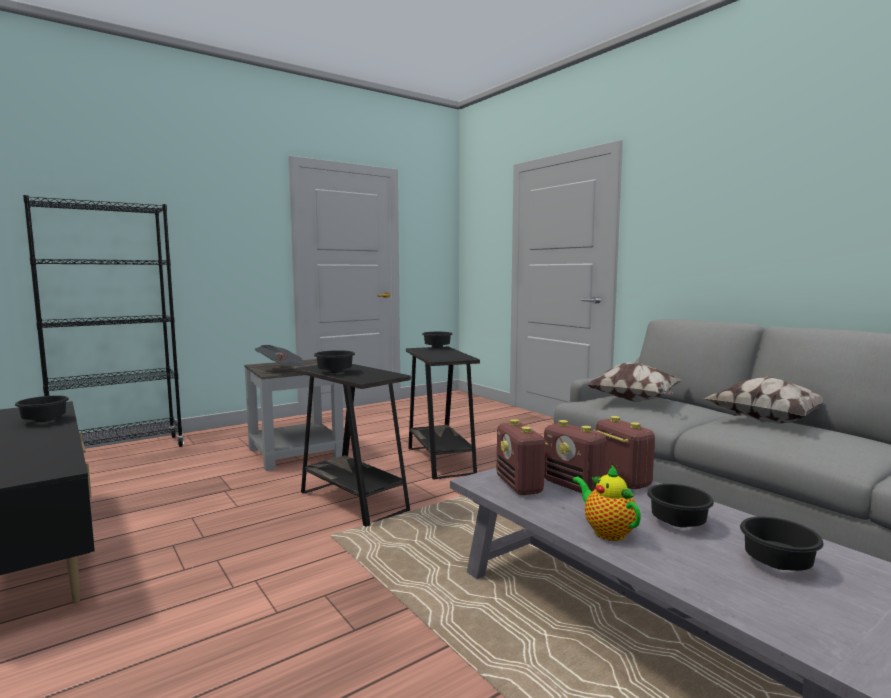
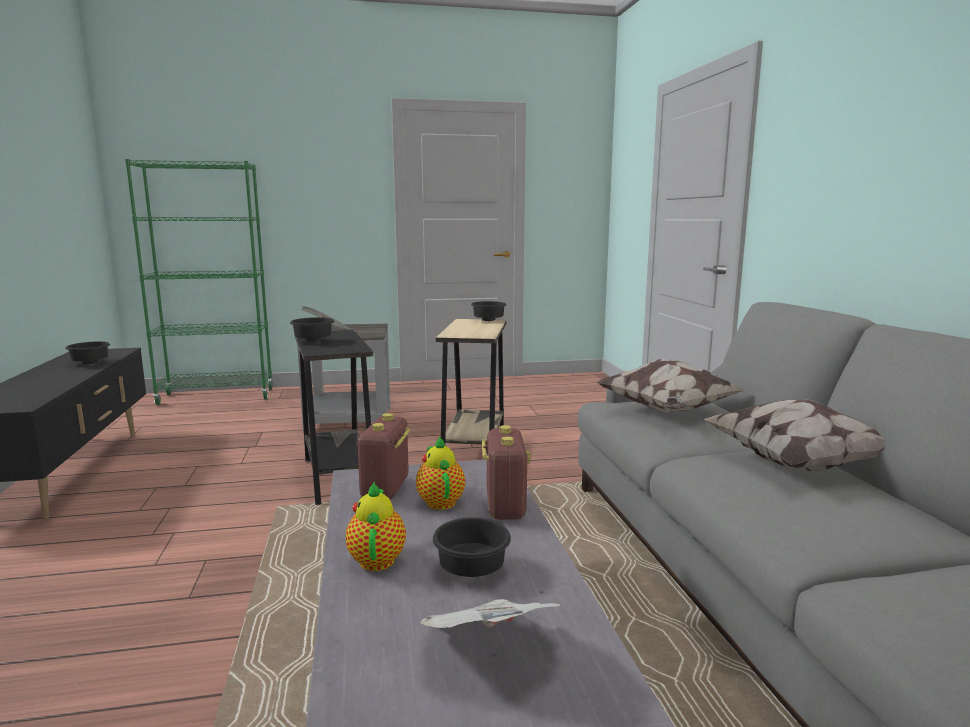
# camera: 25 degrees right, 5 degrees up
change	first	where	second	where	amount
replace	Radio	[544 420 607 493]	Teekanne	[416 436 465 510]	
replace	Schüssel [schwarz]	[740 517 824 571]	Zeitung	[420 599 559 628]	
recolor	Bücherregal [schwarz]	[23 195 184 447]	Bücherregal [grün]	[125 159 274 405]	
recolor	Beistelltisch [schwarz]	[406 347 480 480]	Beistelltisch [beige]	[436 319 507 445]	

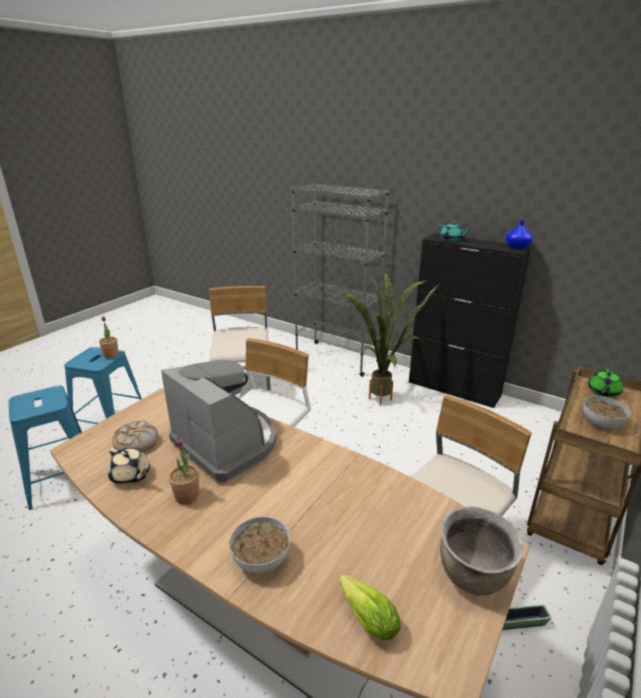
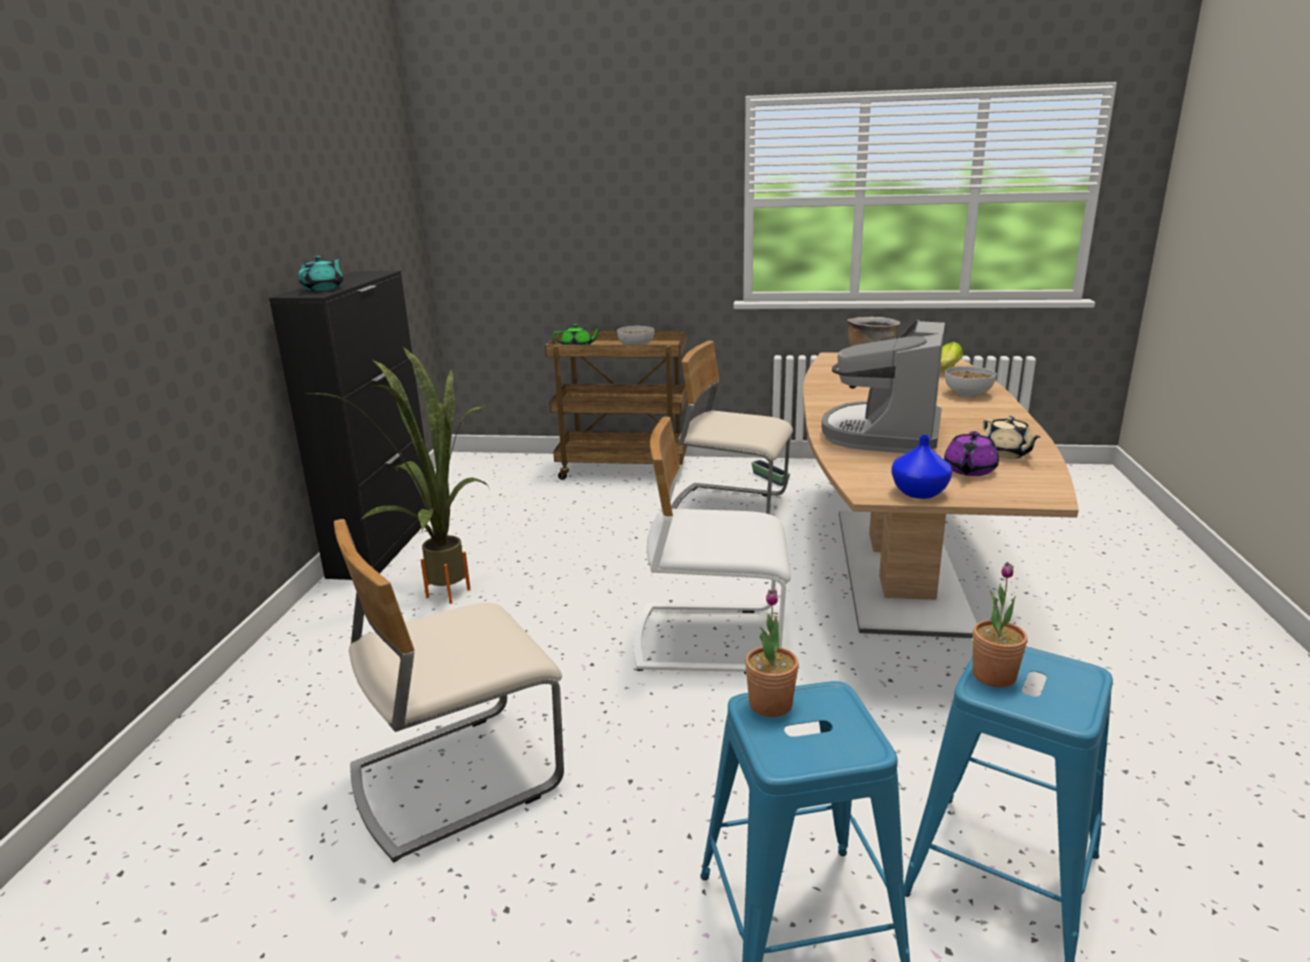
# camera: 115 degrees left, 5 degrees down
change	first	where	second	where	amount
delete	Bücherregal [grau]	[291 182 389 377]			
move	Topfpflanze	[169 437 199 505]		[972 562 1028 687]	
move	Vase [blau]	[506 220 533 249]		[891 435 952 499]	
replace	Brot	[112 420 158 452]	Teekanne [lila]	[944 431 999 476]	
rotate	Teekanne [beige]	[107 447 150 485]		[982 416 1040 459]	150 degrees clockwise

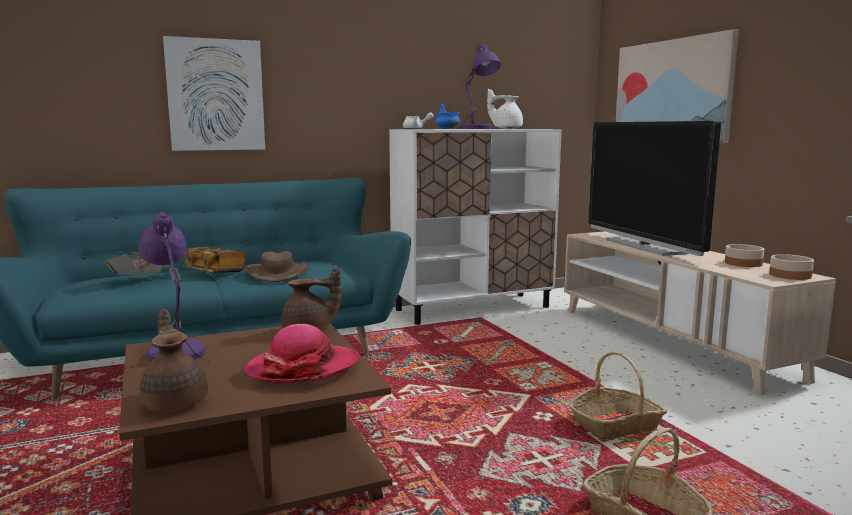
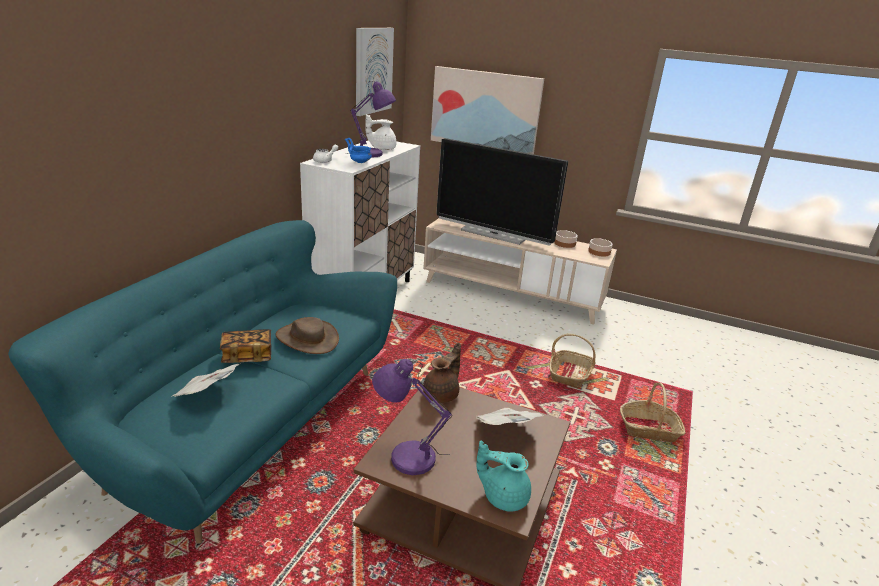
# camera: 45 degrees left, 15 degrees up
change	first	where	second	where	amount
move	Bild	[163 36 265 151]		[356 28 394 116]	
replace	Hut	[244 324 360 384]	Zeitung	[476 408 543 425]	
recolor	Teekanne [braun]	[140 309 208 411]	Teekanne [türkis]	[477 440 531 512]	

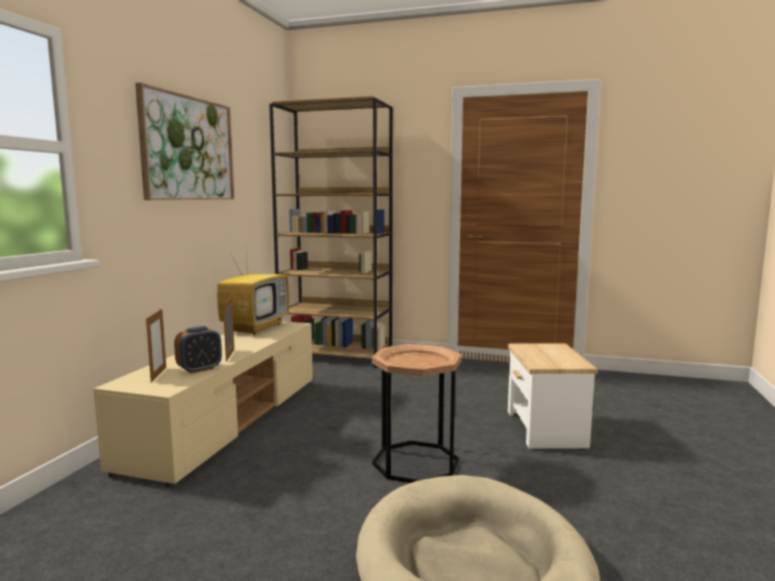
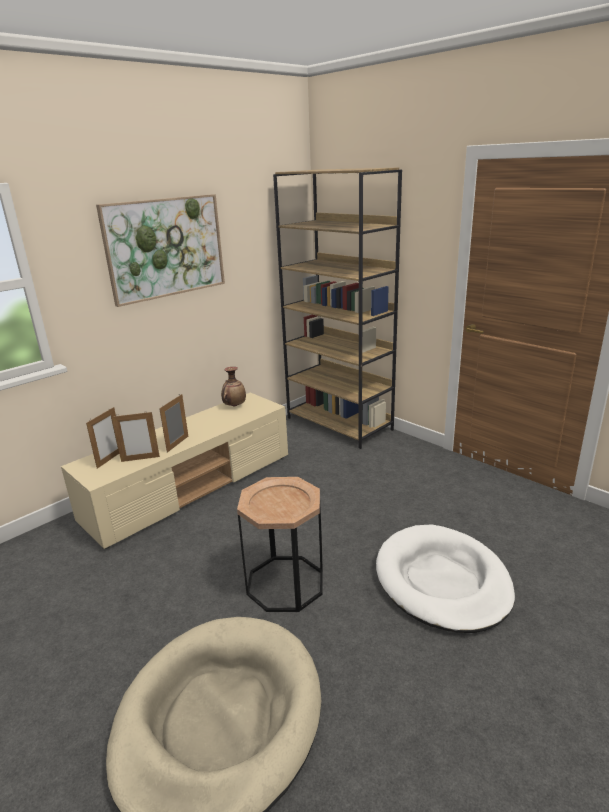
# camera: 30 degrees right, 15 degrees up
change	first	where	second	where	amount
replace	Wecker	[174 326 222 374]	Bilderrahmen	[112 412 160 462]	
replace	Fernseher	[217 252 289 335]	Vase	[221 367 246 407]	
replace	Beistelltisch	[508 343 598 449]	Hundebett [weiß]	[376 524 515 633]	

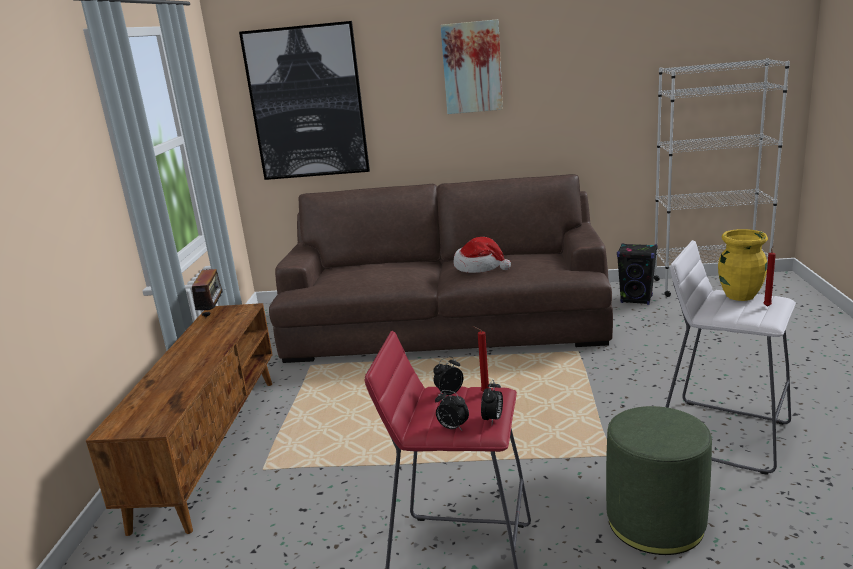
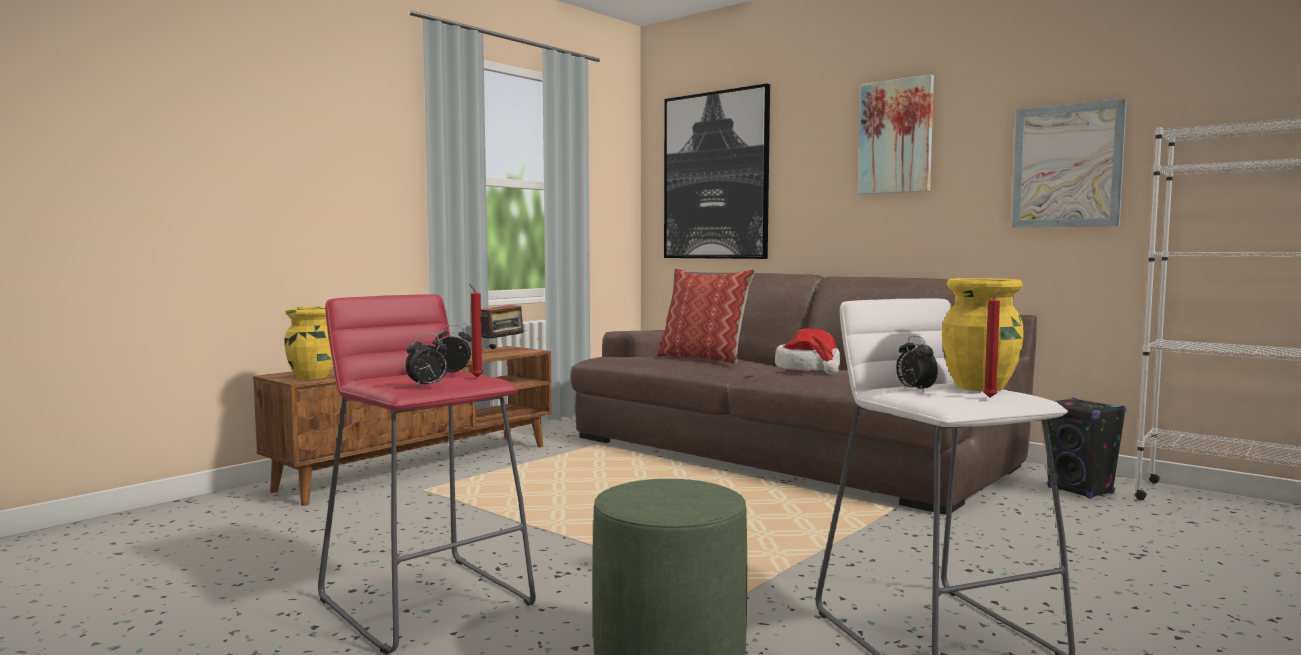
# camera: 35 degrees right, 15 degrees down
change	first	where	second	where	amount
insert			Vase [gelb]	[284 307 333 380]	
insert			Kissen	[657 269 756 364]	
insert			Bild	[1012 99 1127 228]	
move	Wecker	[435 390 469 431]		[896 336 938 393]	

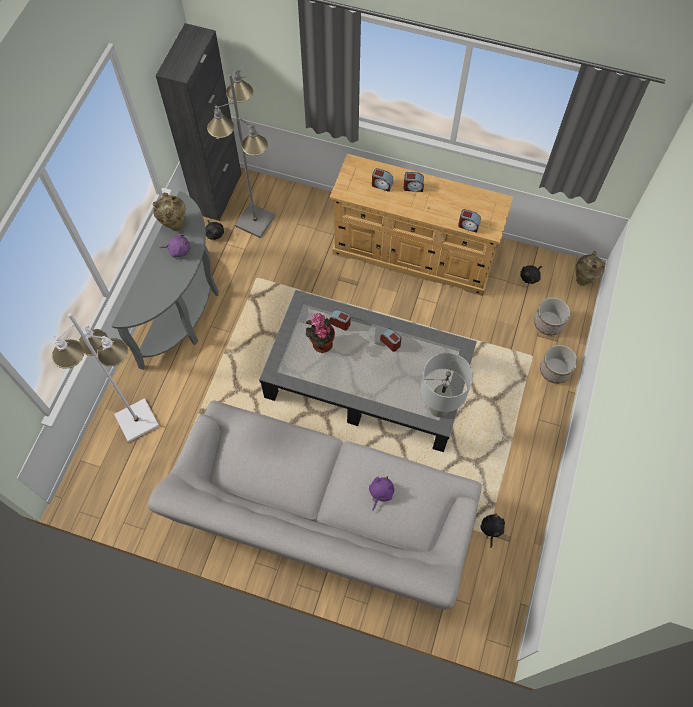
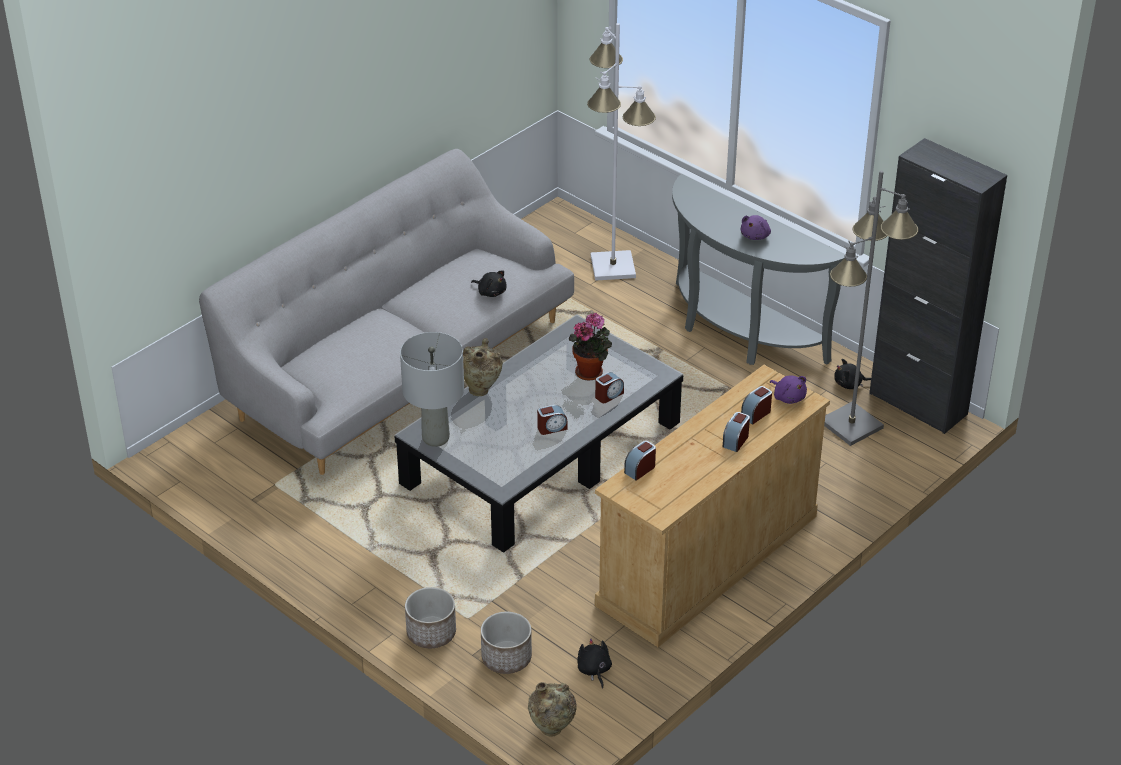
# camera: 115 degrees right, 25 degrees down
change	first	where	second	where	amount
move	Vase [beige]	[153 192 186 231]		[463 338 503 396]	
move	Plüschtier [lila]	[369 476 394 511]		[770 375 807 404]	
move	Plüschtier [schwarz]	[480 513 505 548]		[471 271 507 297]	

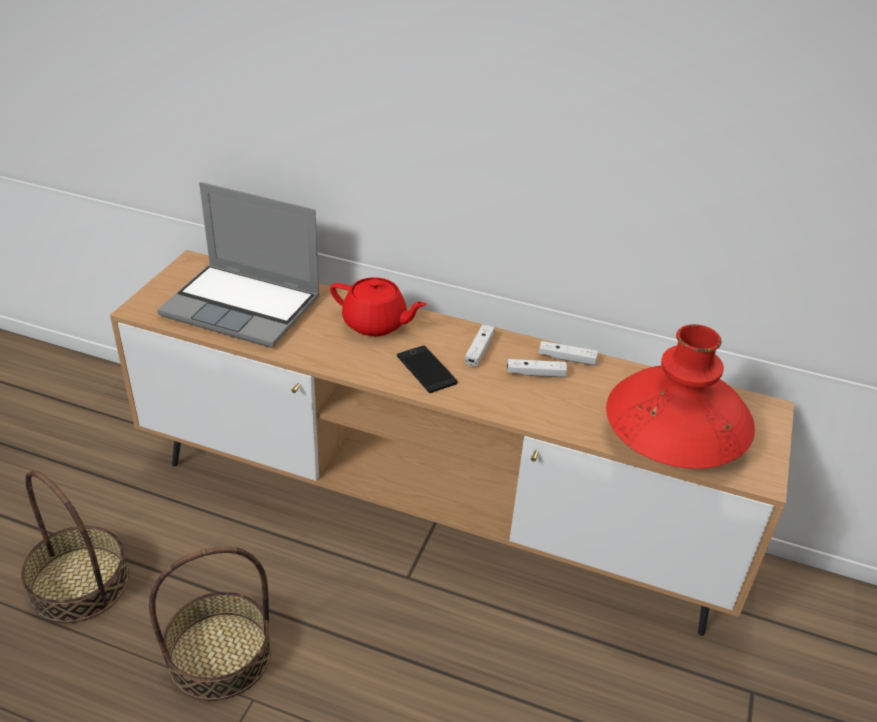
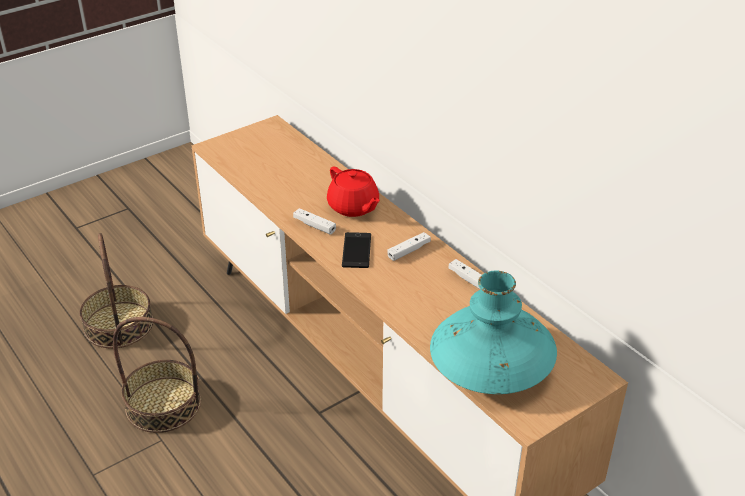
# camera: 35 degrees right, 0 degrees up
change	first	where	second	where	amount
delete	Laptop	[157 182 320 348]			
move	Gamepad [weiß]	[507 359 567 378]		[293 208 336 235]	
recolor	Vase [rot]	[606 324 755 469]	Vase [türkis]	[430 271 557 394]	

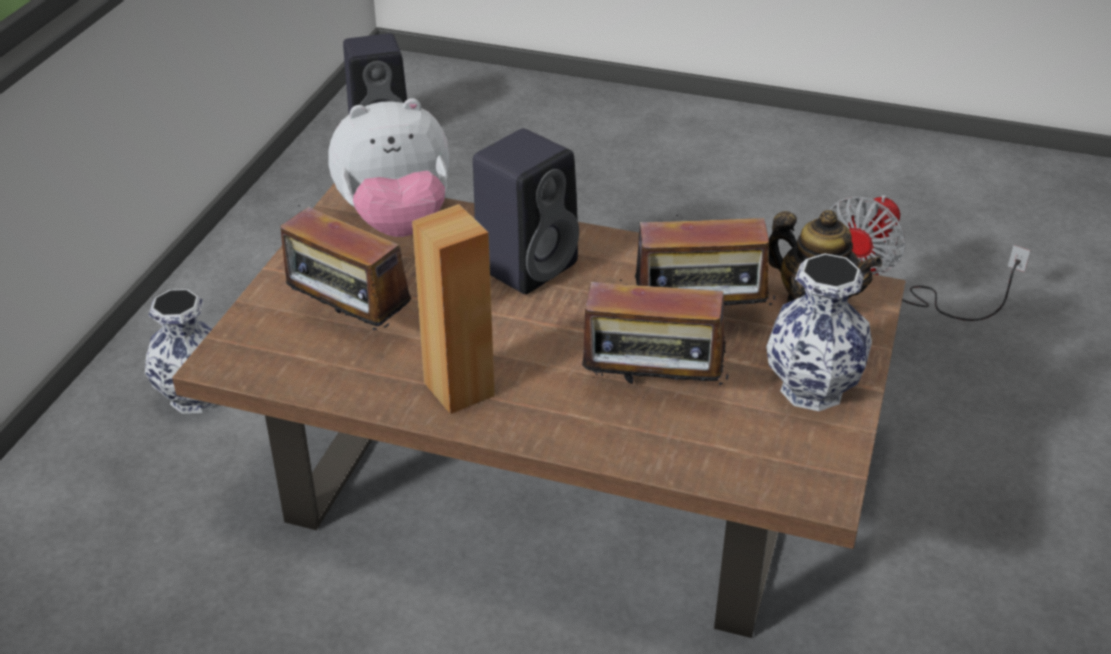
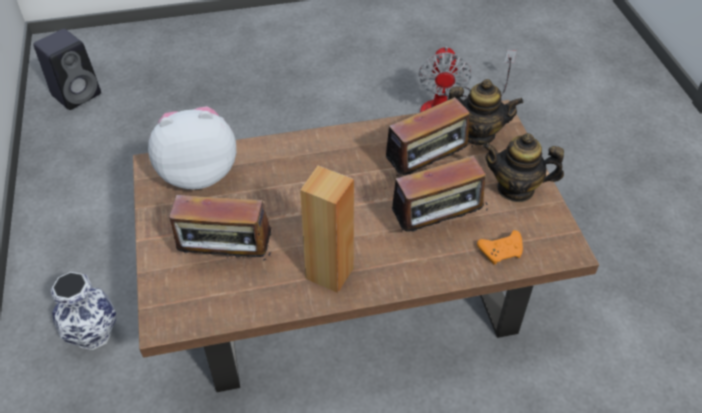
# camera: 30 degrees left, 10 degrees up
change	first	where	second	where	amount
delete	Lautsprecher [schwarz]	[473 128 579 294]			
insert			Gamepad [orange]	[477 230 523 265]	
replace	Vase	[766 253 872 411]	Teekanne	[483 133 564 202]	
rotate	Plüschtier	[328 98 449 237]		[148 106 236 189]	150 degrees counterclockwise

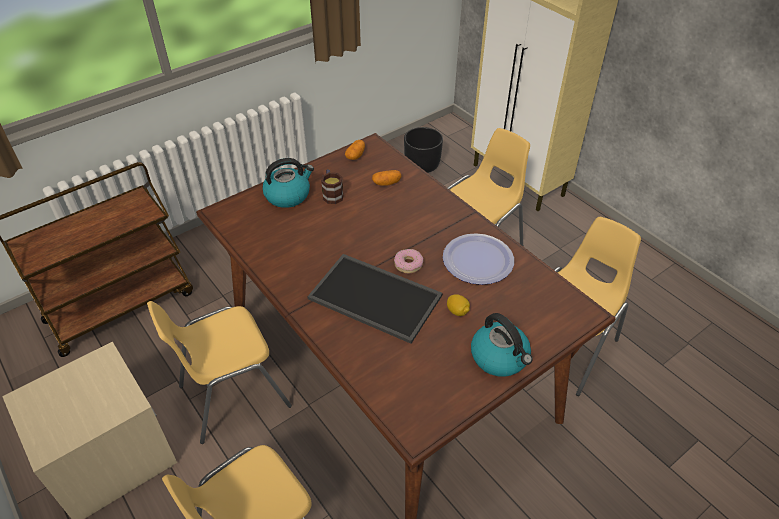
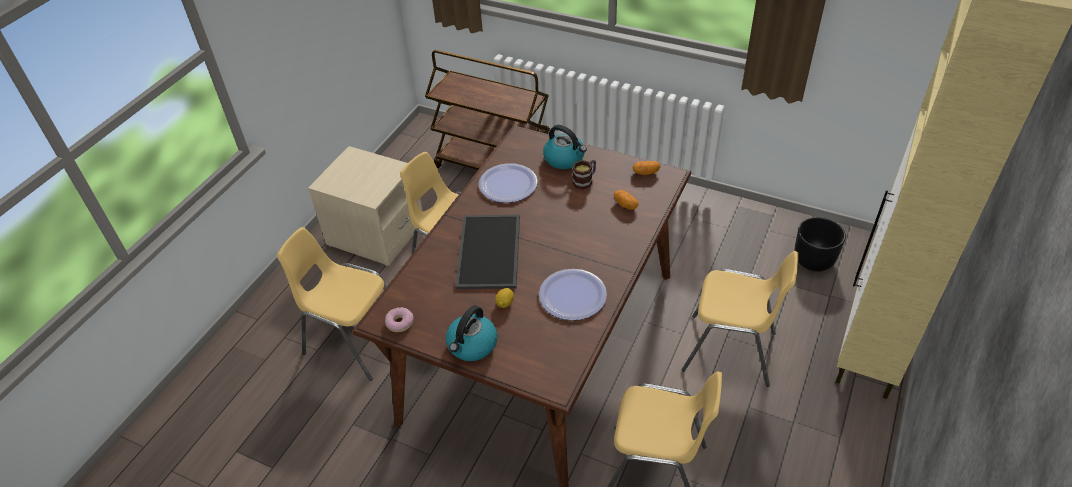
# camera: 65 degrees right, 0 degrees up
change	first	where	second	where	amount
insert			Teller	[479 163 538 203]	
move	Donut	[394 249 423 274]		[385 307 413 332]	

